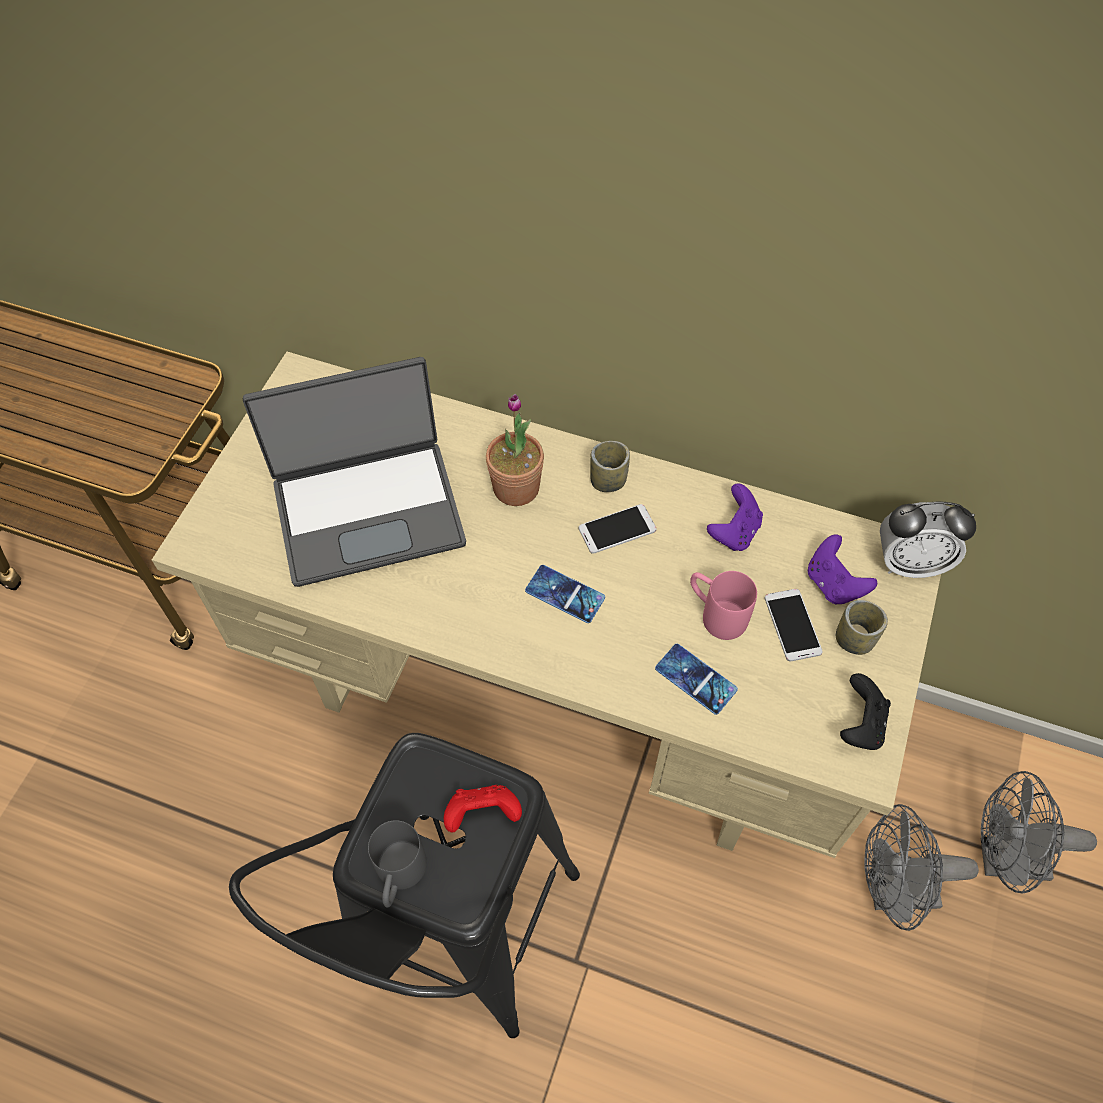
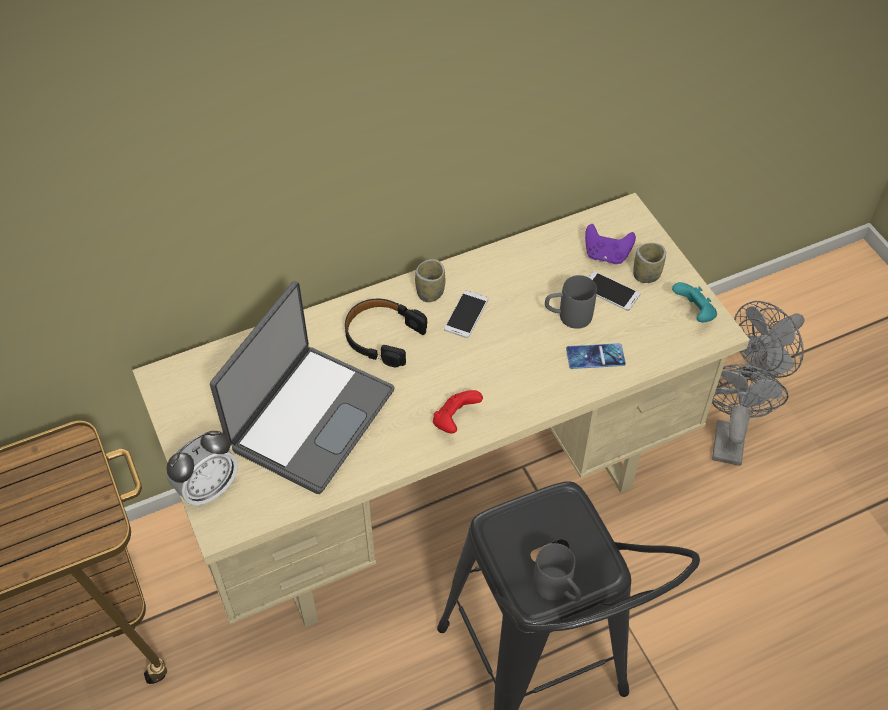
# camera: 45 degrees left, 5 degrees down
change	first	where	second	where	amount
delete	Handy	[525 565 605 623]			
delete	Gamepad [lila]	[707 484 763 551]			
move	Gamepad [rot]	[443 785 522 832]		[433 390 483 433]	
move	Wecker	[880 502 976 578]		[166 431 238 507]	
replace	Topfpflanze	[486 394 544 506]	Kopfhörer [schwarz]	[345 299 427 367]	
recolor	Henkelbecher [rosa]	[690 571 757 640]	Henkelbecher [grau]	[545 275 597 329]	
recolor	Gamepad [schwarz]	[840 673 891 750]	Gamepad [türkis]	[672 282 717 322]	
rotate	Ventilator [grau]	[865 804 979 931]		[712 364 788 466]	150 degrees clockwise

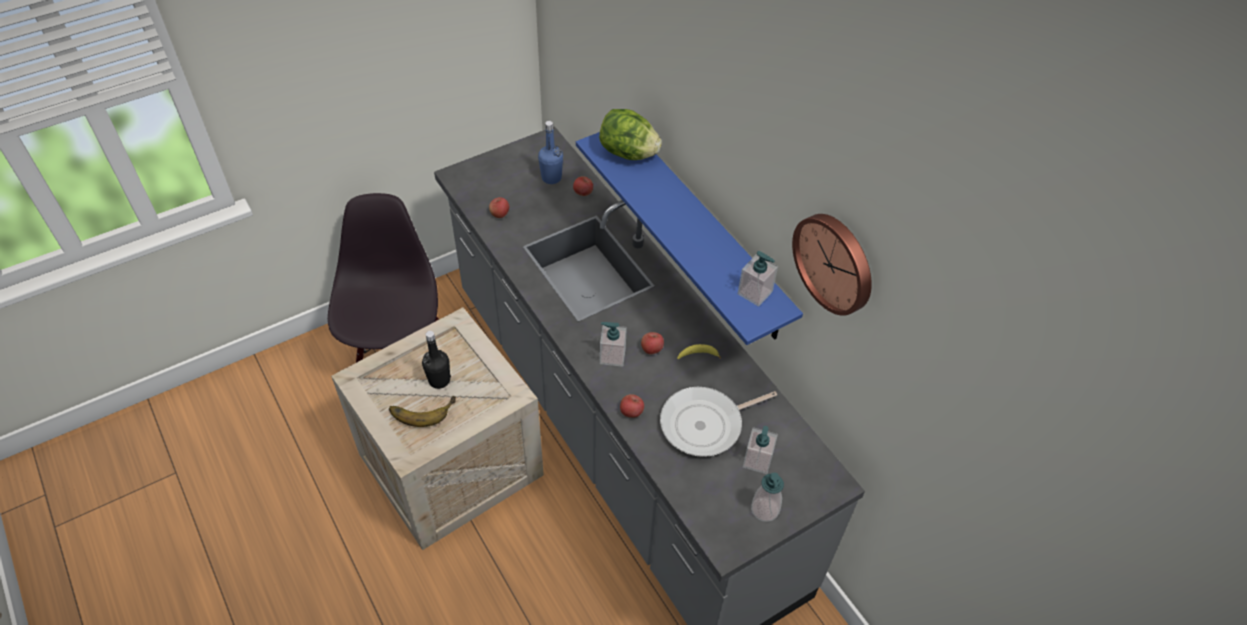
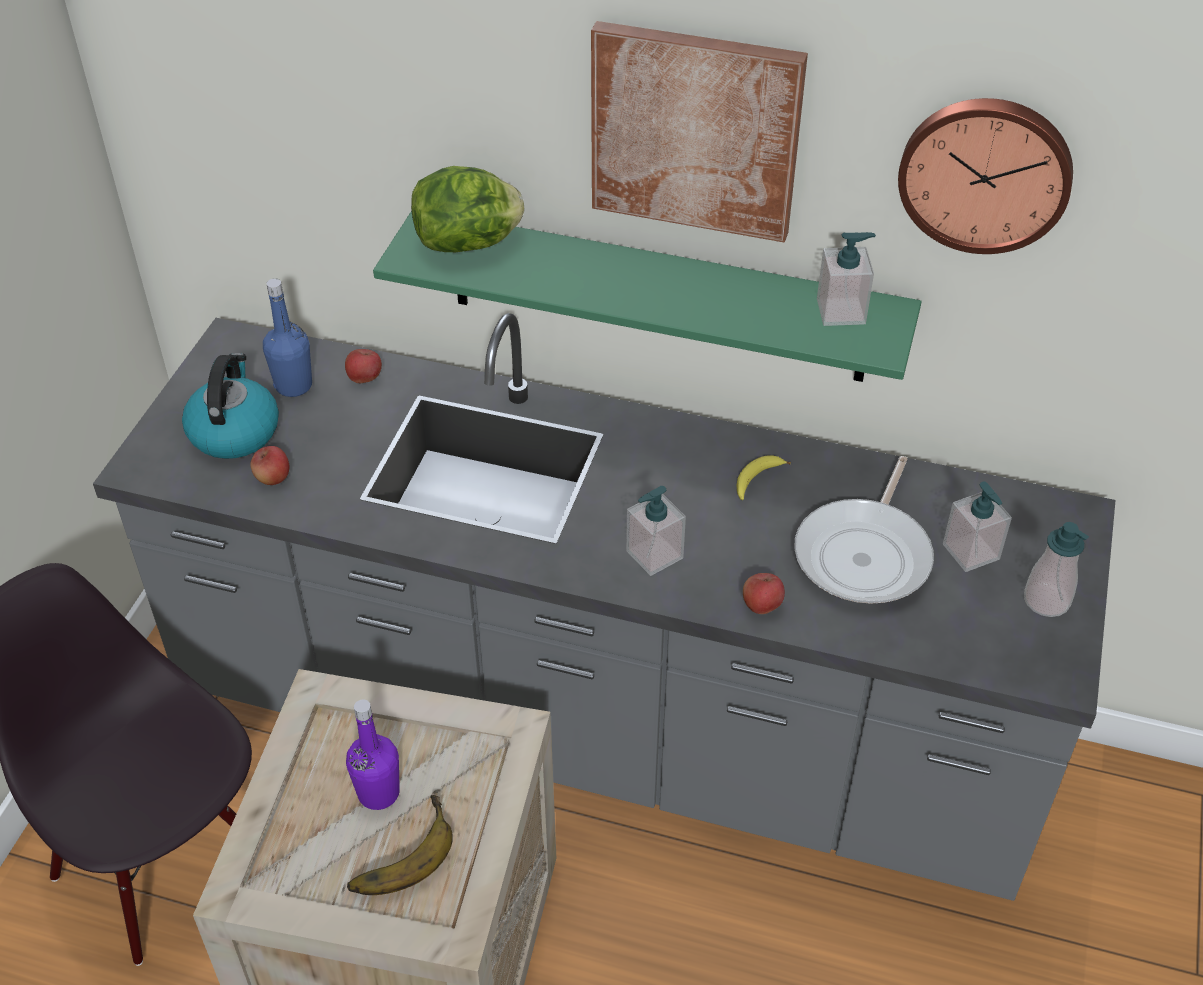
# camera: 40 degrees left, 5 degrees down
change	first	where	second	where	amount
delete	Apfel	[641 332 664 354]			
insert			Wasserkessel	[182 353 279 459]	
insert			Bild	[591 21 808 243]	
recolor	Flasche [schwarz]	[422 331 451 389]	Flasche [lila]	[346 700 400 810]	
recolor	Wandregal [blau]	[576 132 803 345]	Wandregal [grün]	[373 211 921 382]	

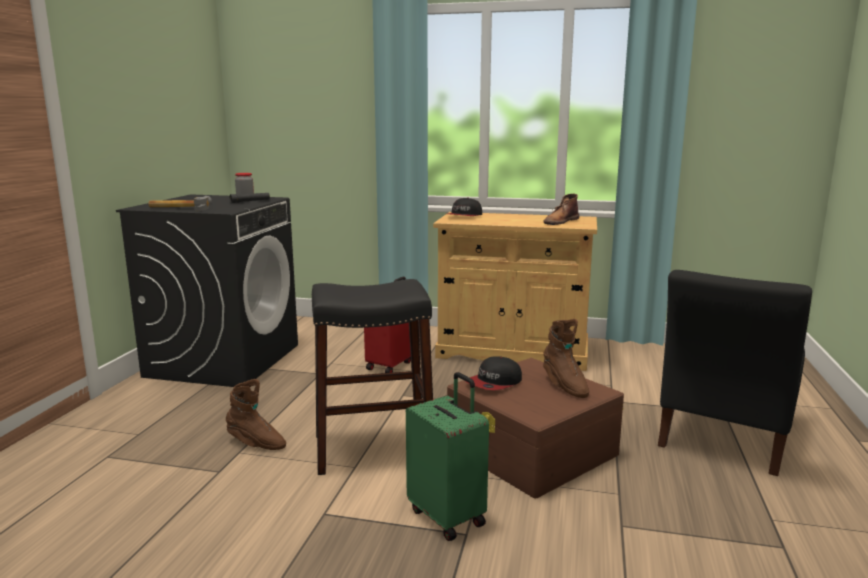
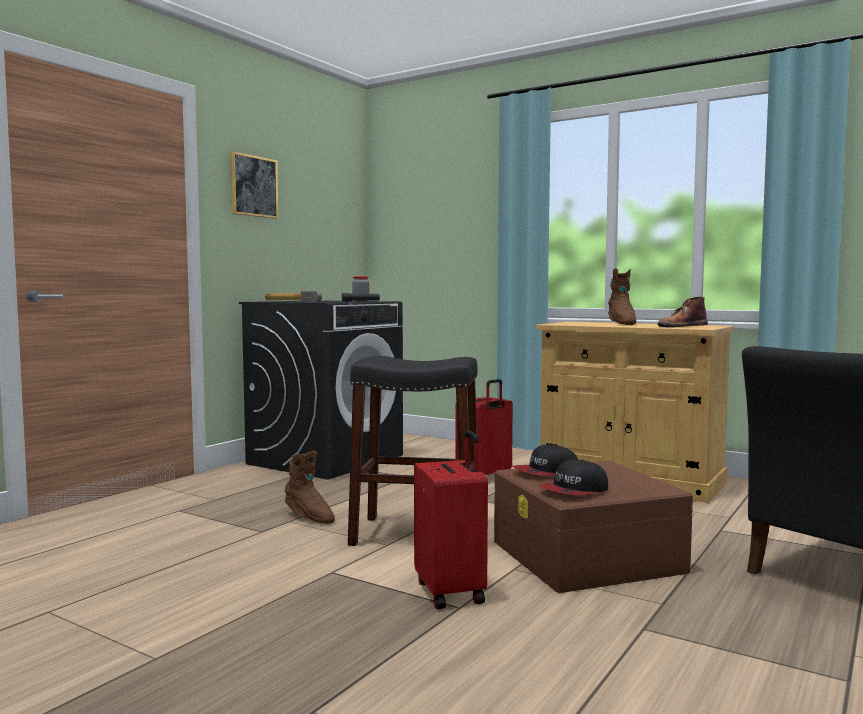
# camera: 20 degrees right, 10 degrees down
change	first	where	second	where	amount
insert			Bild	[230 152 278 219]	
move	Kappe	[447 198 482 216]		[539 459 608 495]	
move	Stiefel [braun]	[543 319 589 398]		[608 268 636 325]	
recolor	Koffer [grün]	[406 372 489 541]	Koffer [rot]	[414 430 488 609]	

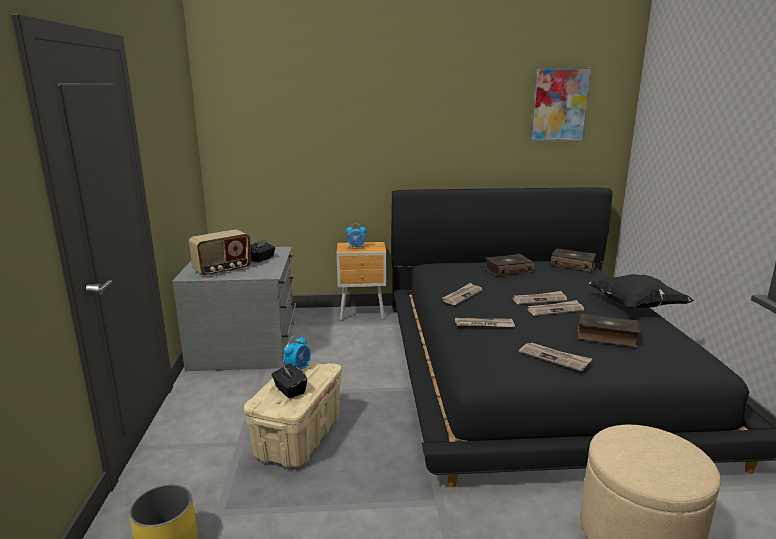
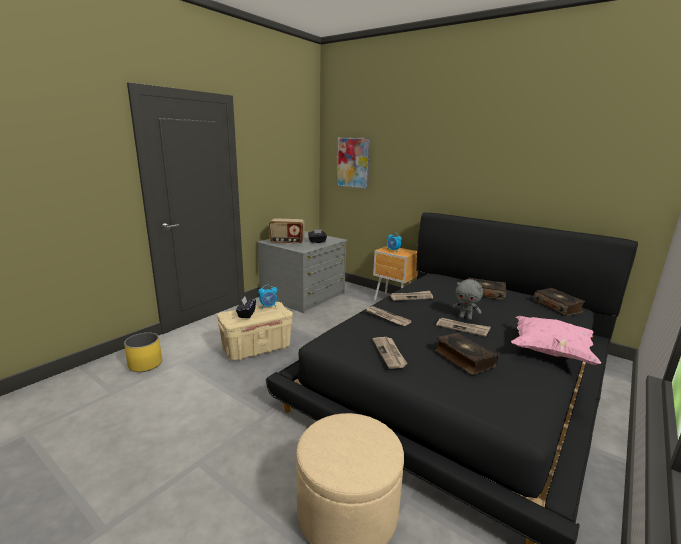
# camera: 40 degrees right, 0 degrees up
change	first	where	second	where	amount
move	Bild	[530 67 592 141]		[337 137 371 189]	
replace	Zeitung	[513 291 567 305]	Plüschtier [grau]	[452 279 483 320]	
recolor	Kissen [schwarz]	[588 274 694 309]	Kissen [rosa]	[511 316 601 365]	

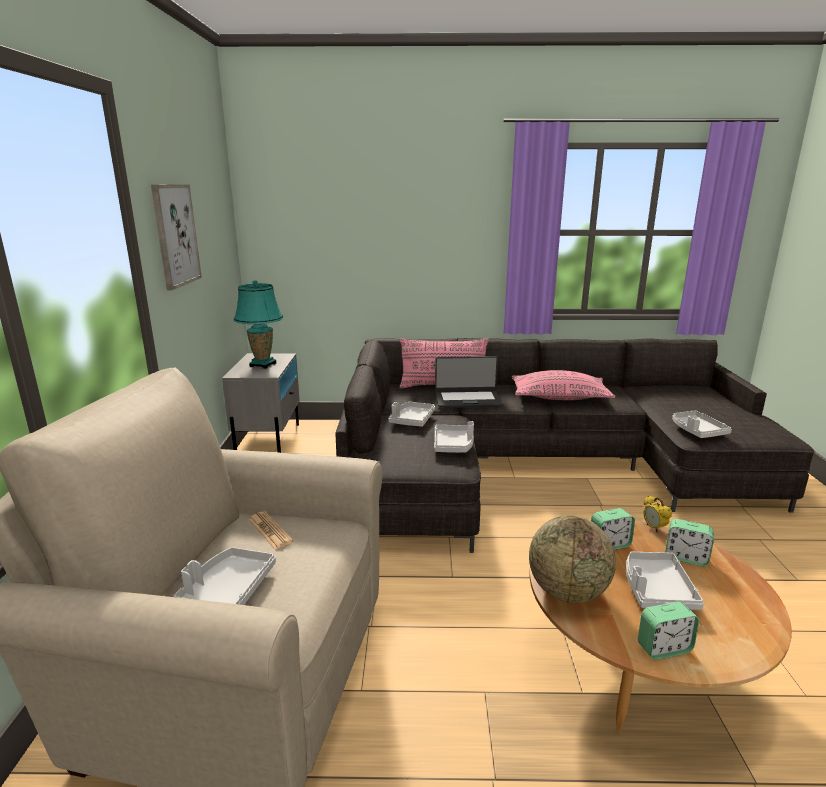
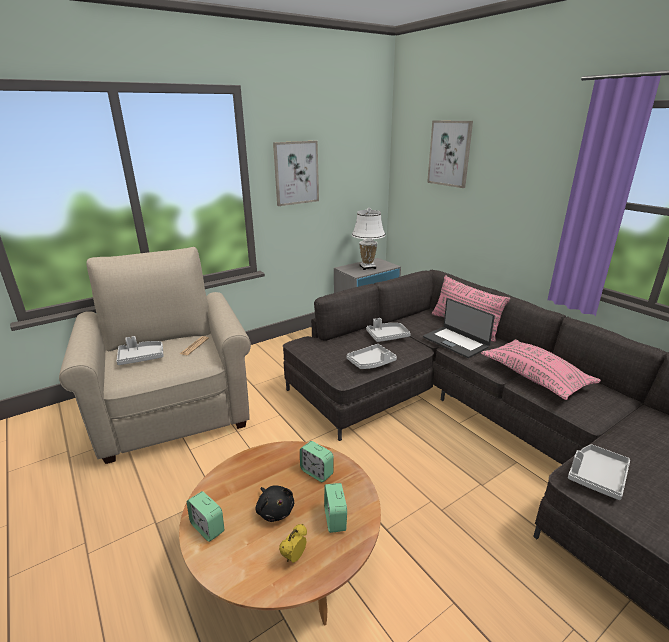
# camera: 55 degrees right, 5 degrees up
change	first	where	second	where	amount
delete	Globus	[529 515 616 603]			
insert			Bild	[427 120 473 188]	
move	Wecker	[643 496 672 533]		[279 524 307 563]	
replace	Tablett [grau]	[626 552 704 610]	Plüschtier [schwarz]	[256 485 294 522]	
recolor	Tischlampe [türkis]	[233 280 284 369]	Tischlampe [weiß]	[352 208 386 270]	

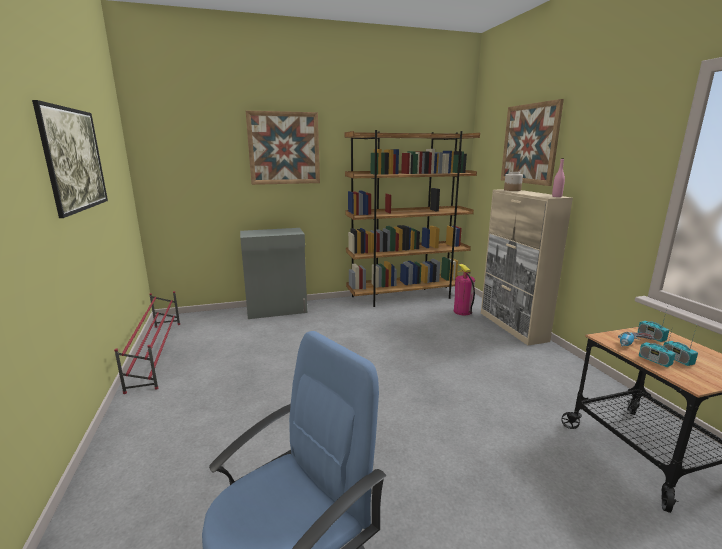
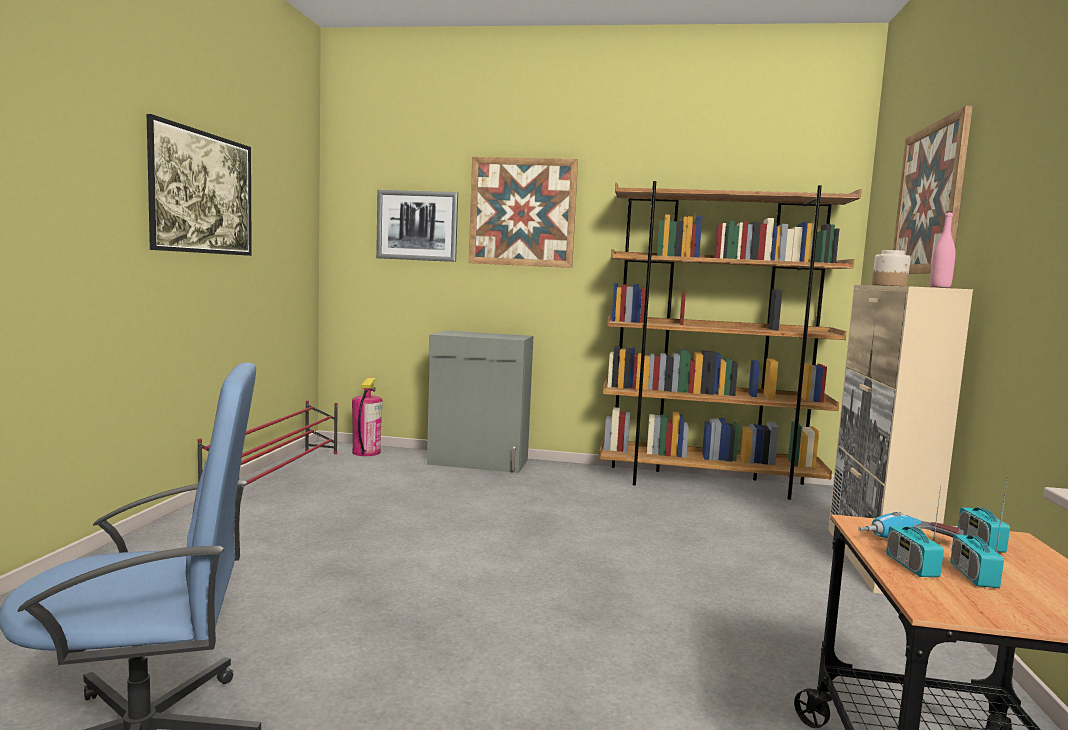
# camera: 25 degrees right, 10 degrees down
change	first	where	second	where	amount
insert			Bild	[376 190 458 262]	
move	Feuerlöscher	[454 264 475 315]		[352 378 383 456]	

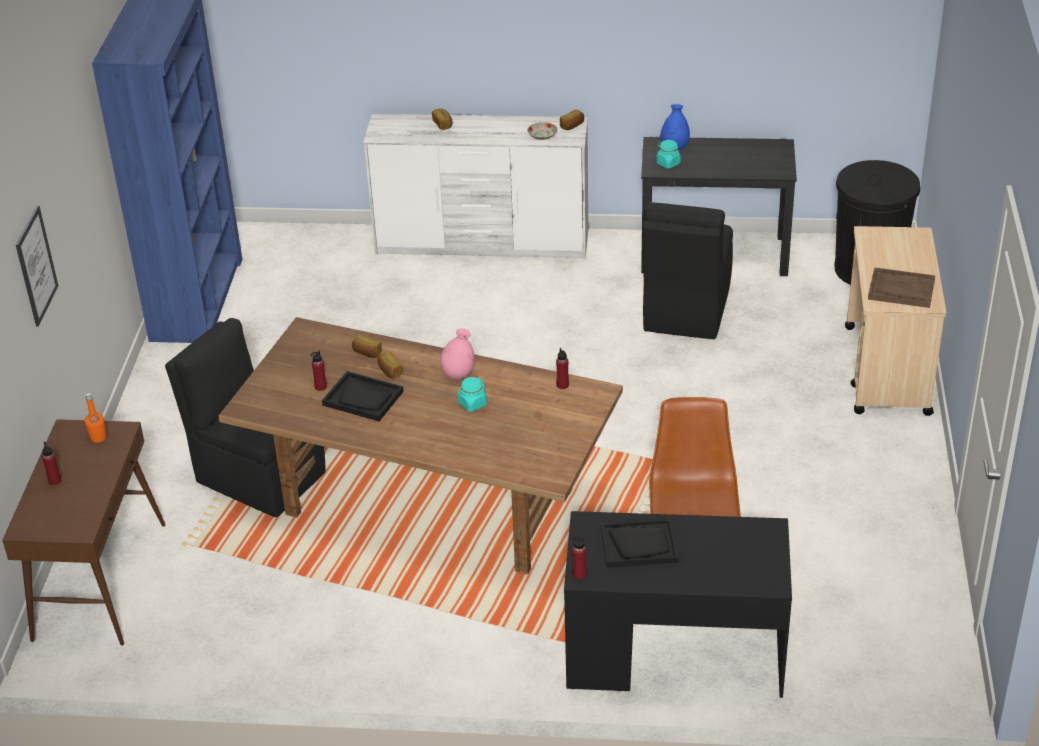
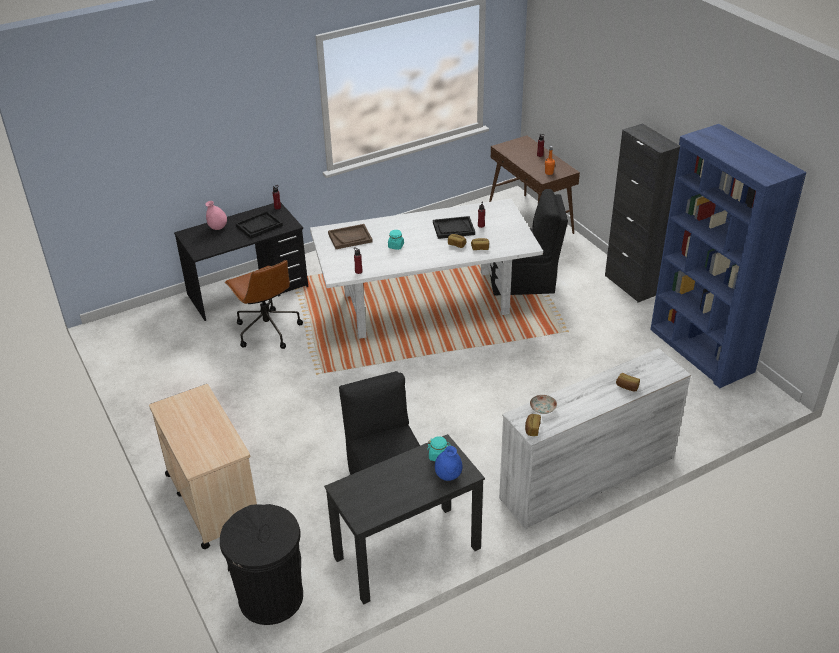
# camera: 145 degrees right, 0 degrees up
change	first	where	second	where	amount
delete	Bild	[16 205 58 327]			
insert			Schrank [schwarz]	[605 123 680 302]	
move	Vase [rosa]	[440 328 475 380]		[205 201 227 230]	
move	Tablett [braun]	[868 268 935 308]		[328 224 373 249]	
recolor	Esstisch [braun]	[218 317 623 574]	Esstisch [weiß]	[310 199 543 339]	

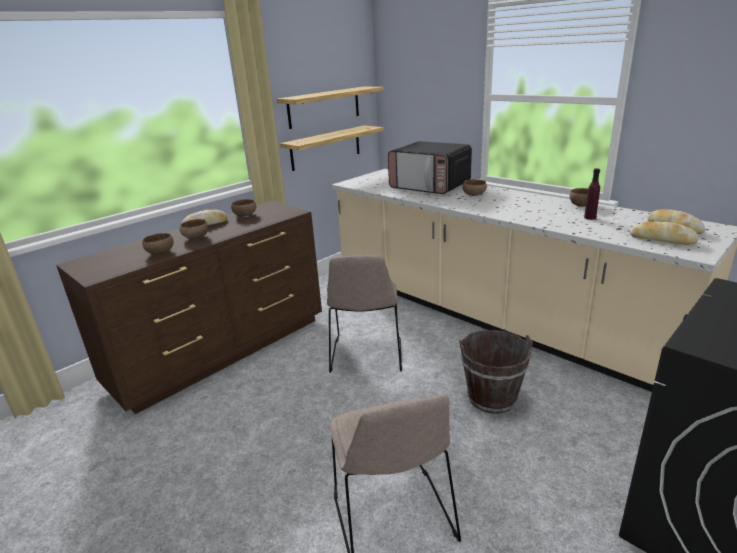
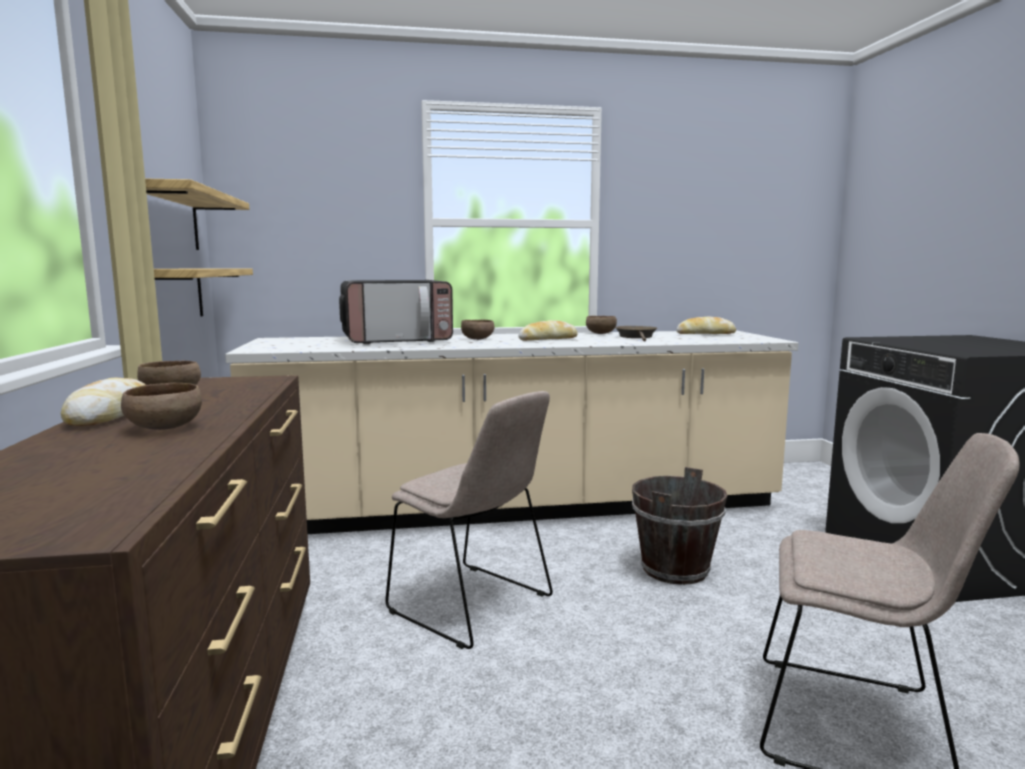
# camera: 55 degrees left, 15 degrees down
change	first	where	second	where	amount
delete	Schüssel [braun]	[142 233 174 255]			
move	Brot	[630 222 699 245]		[519 320 578 341]	
replace	Flasche [lila]	[584 168 600 220]	Pfanne [braun]	[615 326 657 341]	

